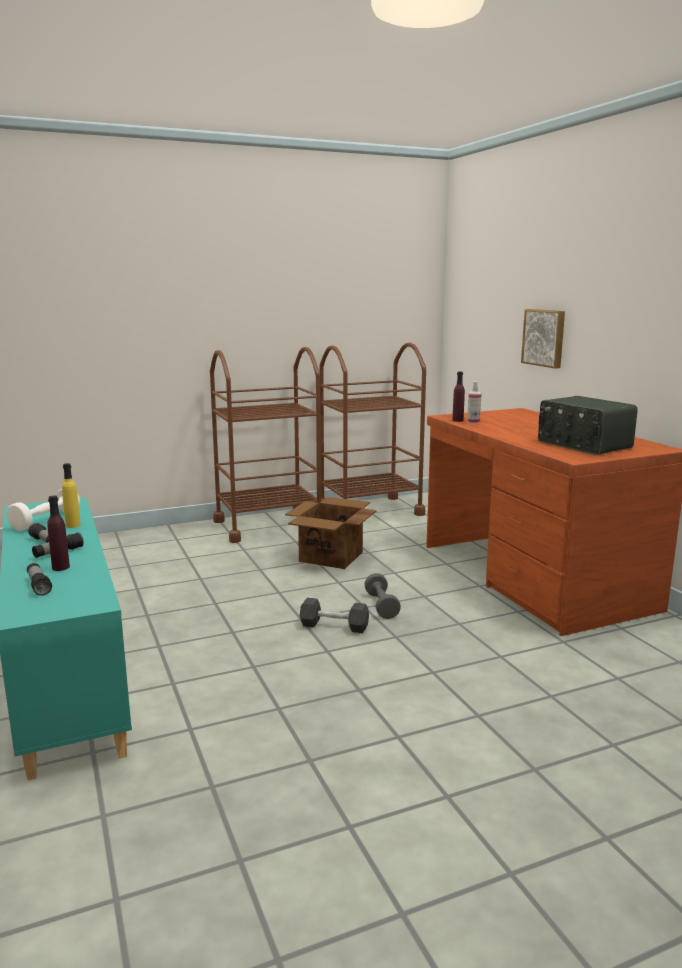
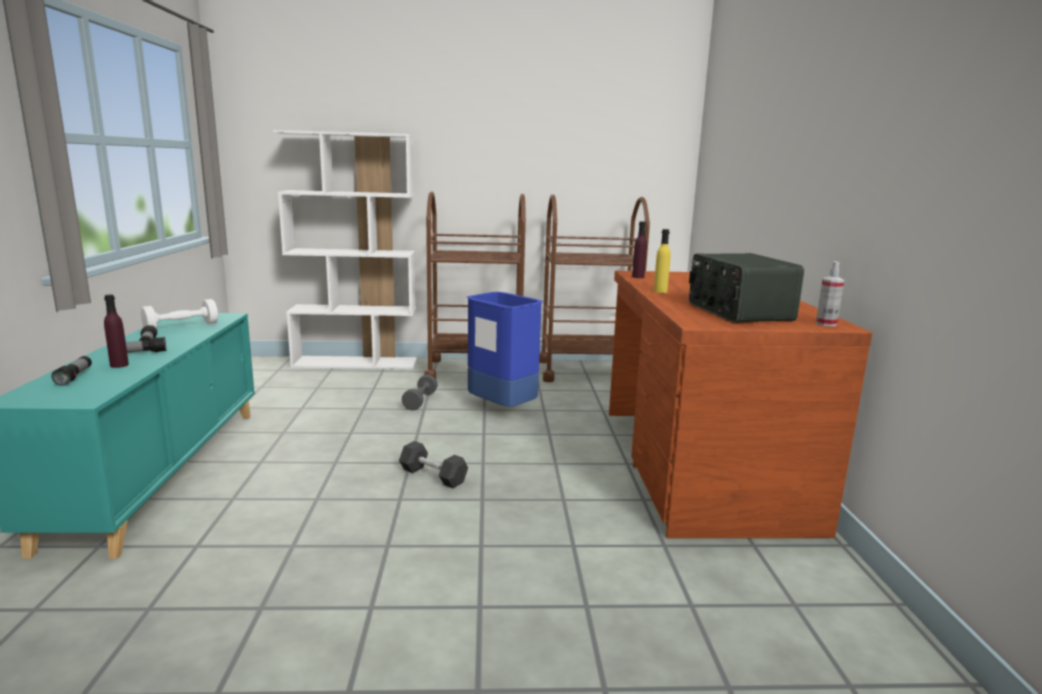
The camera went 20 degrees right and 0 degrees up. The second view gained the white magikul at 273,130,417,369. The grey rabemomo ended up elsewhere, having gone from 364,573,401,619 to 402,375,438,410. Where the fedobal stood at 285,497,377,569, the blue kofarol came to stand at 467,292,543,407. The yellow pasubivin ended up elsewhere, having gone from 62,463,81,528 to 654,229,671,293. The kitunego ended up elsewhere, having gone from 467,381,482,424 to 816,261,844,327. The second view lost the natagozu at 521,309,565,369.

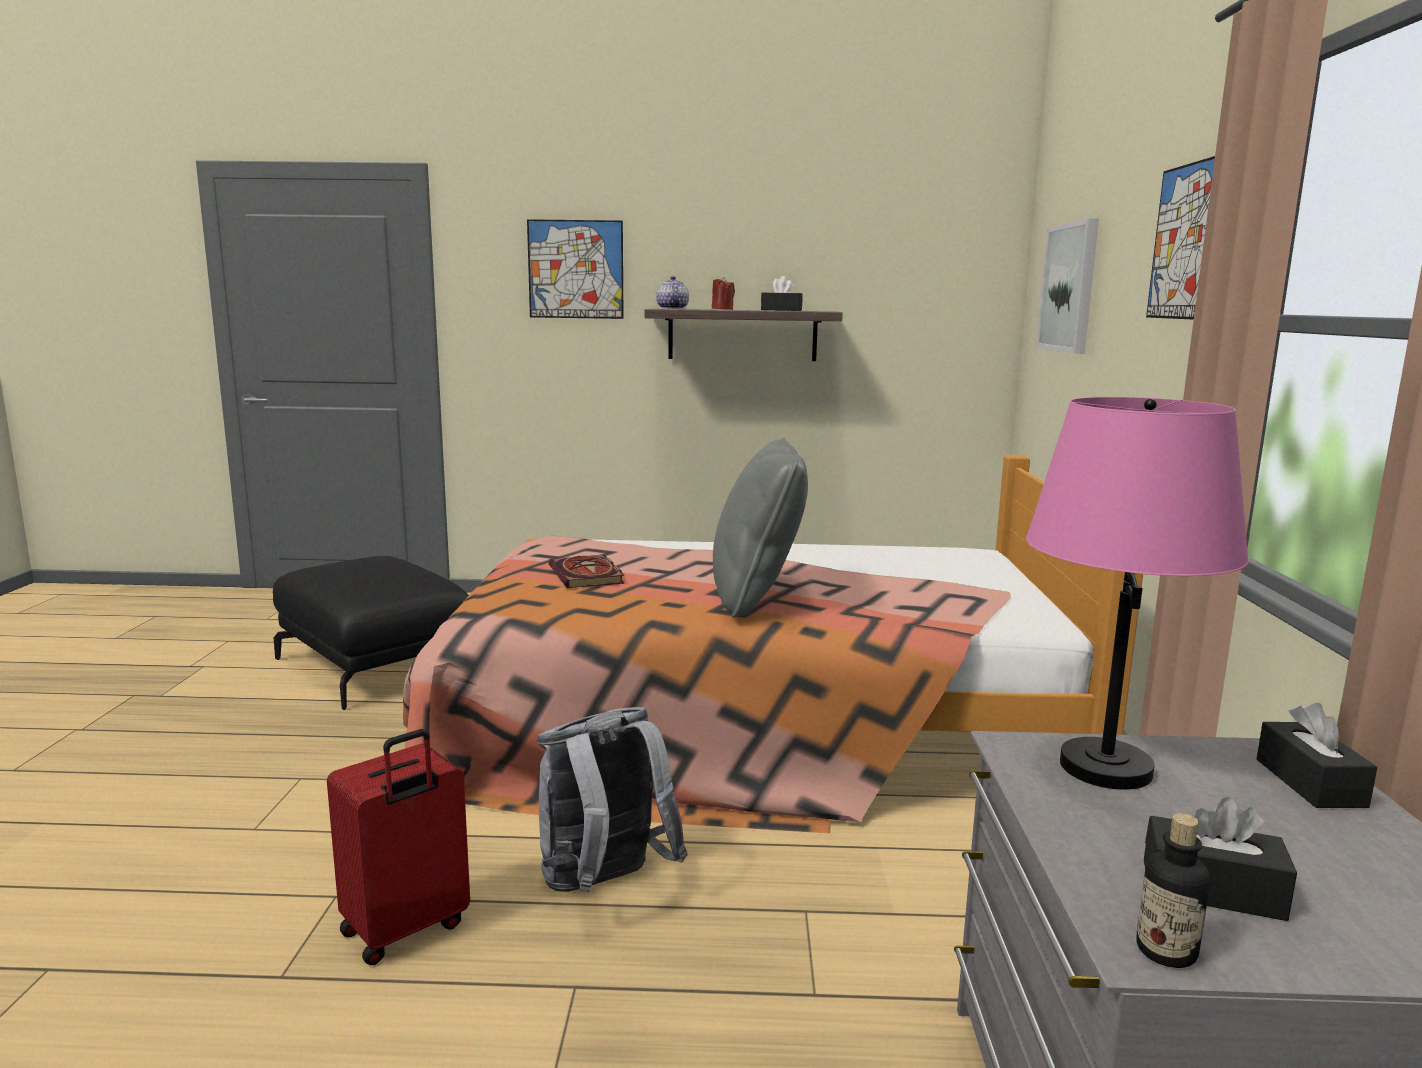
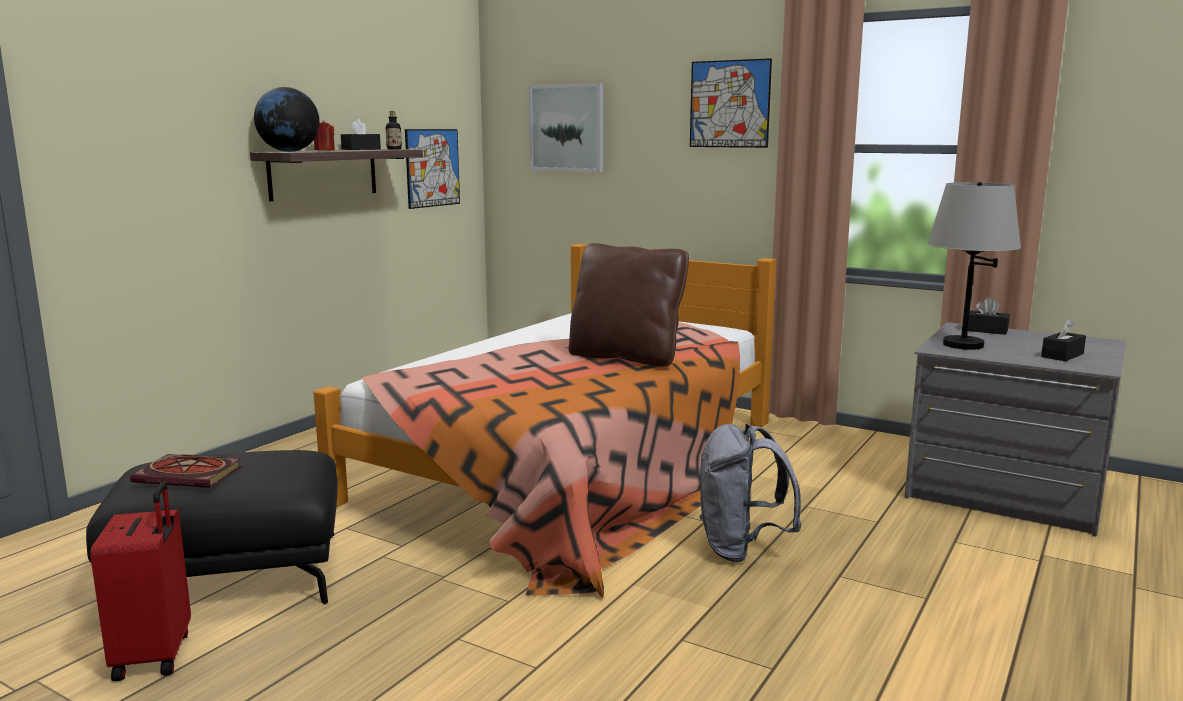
The camera went 60 degrees left and 0 degrees up. The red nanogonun ended up elsewhere, having gone from 327,729,470,965 to 90,482,191,682. The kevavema ended up elsewhere, having gone from 549,555,624,588 to 130,454,242,488. Where the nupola stood at 657,276,689,309, the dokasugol came to stand at 254,87,320,152. The pasubivin ended up elsewhere, having gone from 1136,813,1210,968 to 386,111,402,150. The natagozu ended up elsewhere, having gone from 527,219,624,319 to 405,129,460,209. What was the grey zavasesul at 713,438,808,618 turned into the brown zavasesul at 569,243,689,367. What was the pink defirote at 1026,397,1249,790 turned into the grey defirote at 928,182,1021,350.

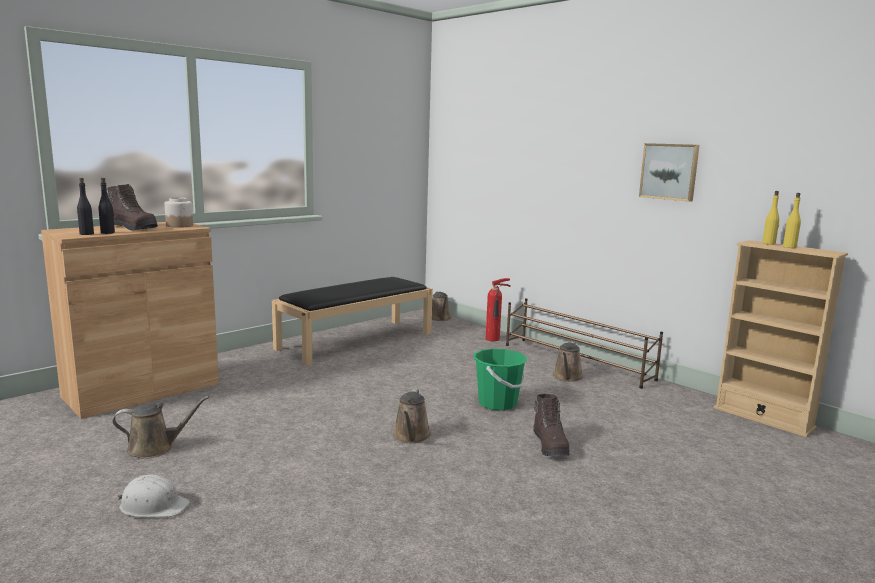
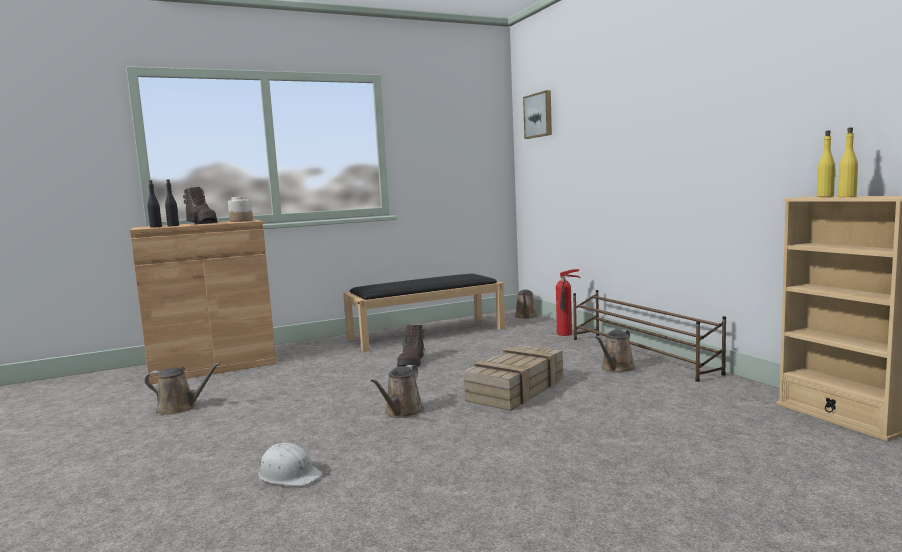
The camera went 20 degrees right and 5 degrees down. The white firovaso ended up elsewhere, having gone from 118,475,190,517 to 258,443,323,486. The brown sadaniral ended up elsewhere, having gone from 533,394,570,456 to 397,325,426,367. Where the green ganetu stood at 474,349,527,411, the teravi came to stand at 464,345,563,411. The natagozu ended up elsewhere, having gone from 639,143,700,202 to 523,90,552,139.

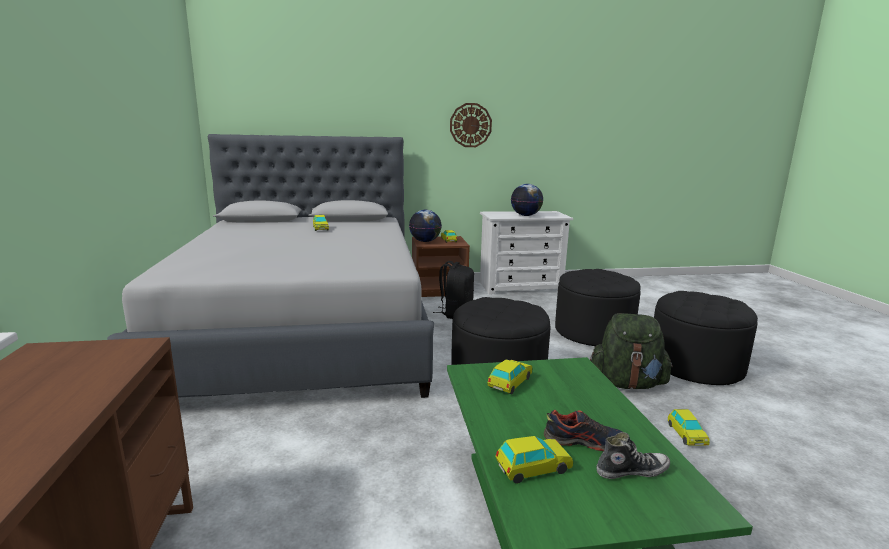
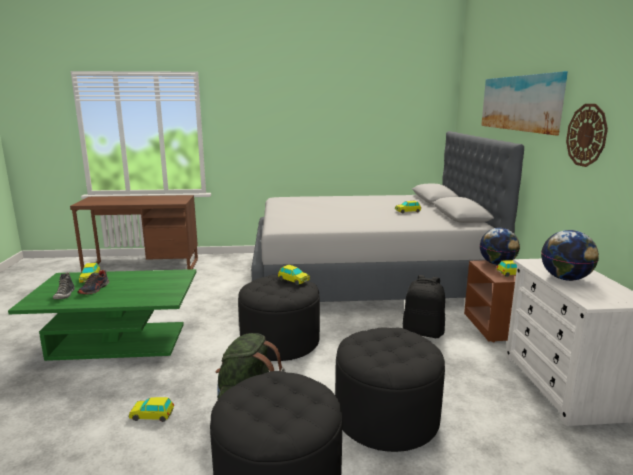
The camera went 95 degrees right and 0 degrees up. The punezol ended up elsewhere, having gone from 487,359,532,394 to 278,265,310,285. The second view gained the natagozu at 481,71,568,135.

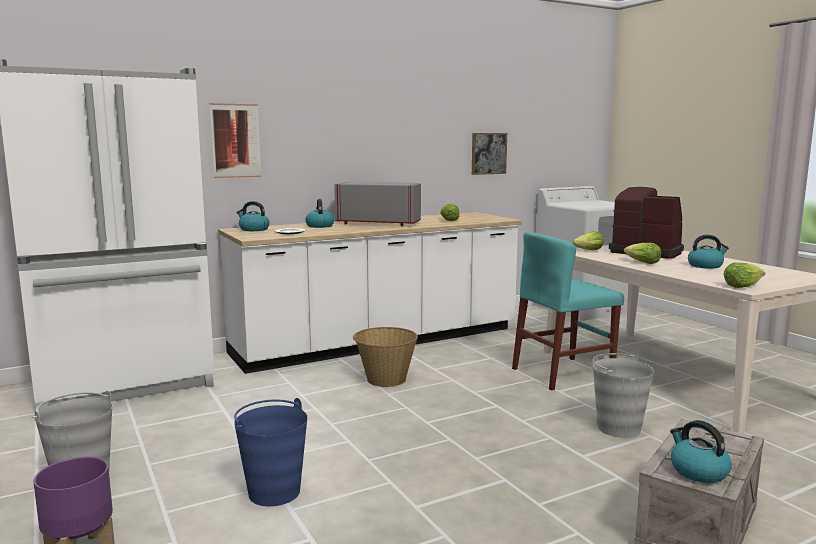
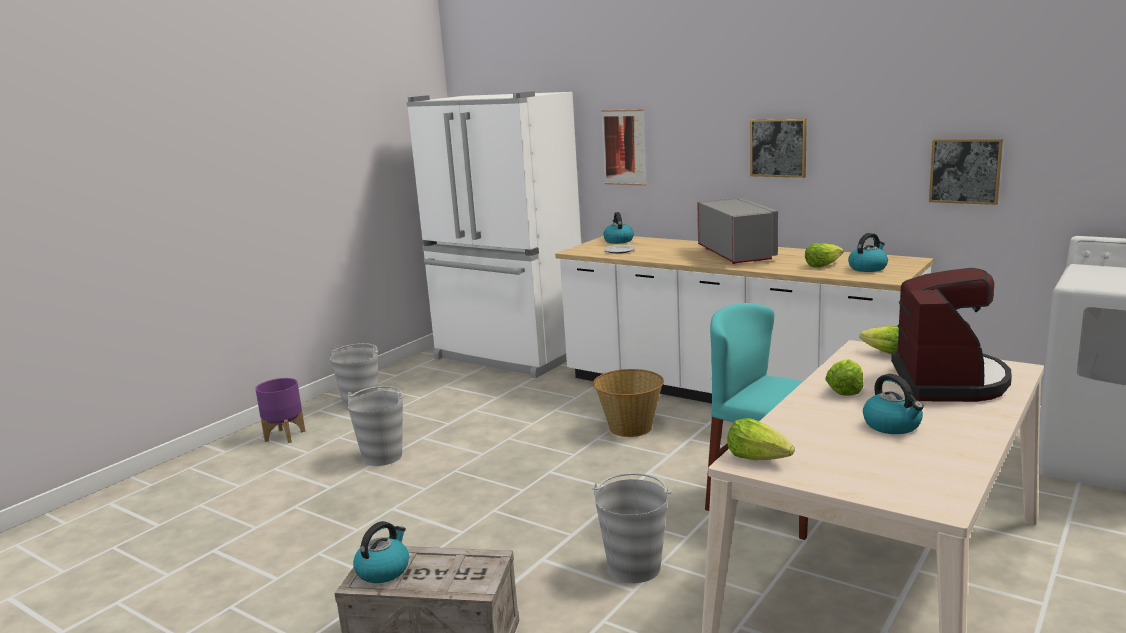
The camera went 65 degrees right and 5 degrees up. What was the blue ganetu at 234,398,307,506 turned into the grey ganetu at 347,386,404,466. The second view gained the natagozu at 750,118,807,178. The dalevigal ended up elsewhere, having gone from 305,199,334,228 to 848,233,888,272.

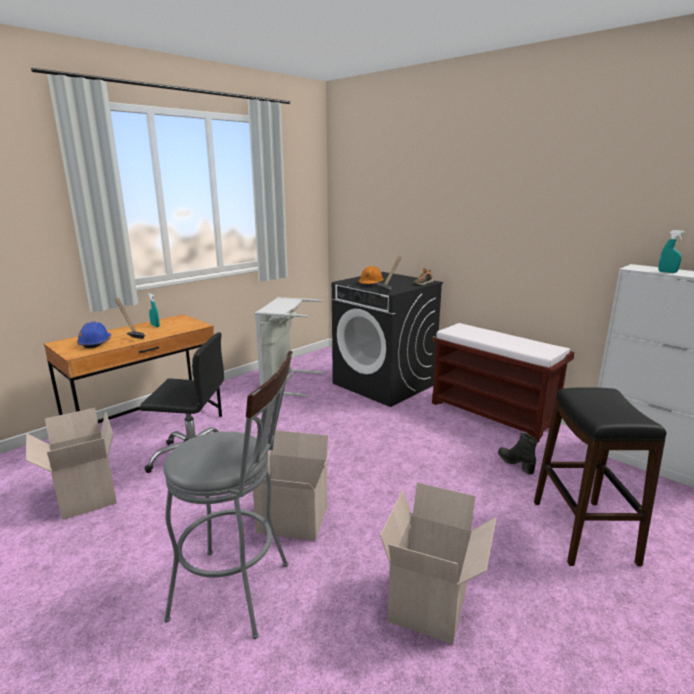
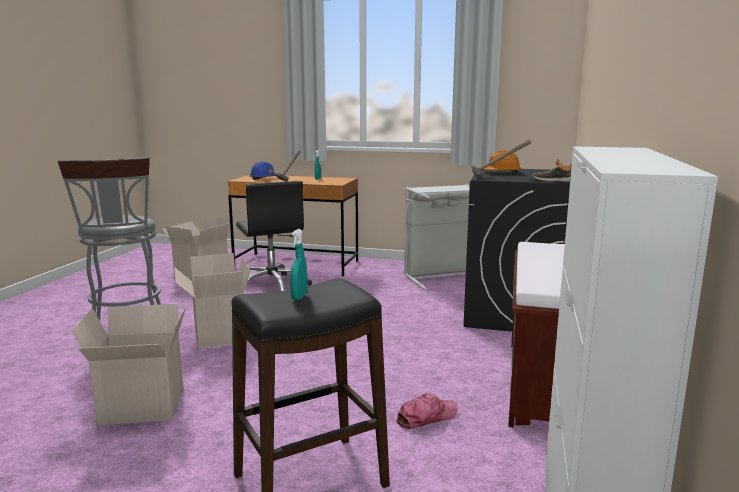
The camera went 60 degrees right and 5 degrees down. The turquoise kitunego ended up elsewhere, having gone from 658,230,685,273 to 290,229,307,300. Where the black sadaniral stood at 498,433,537,475, the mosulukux came to stand at 396,393,458,429.

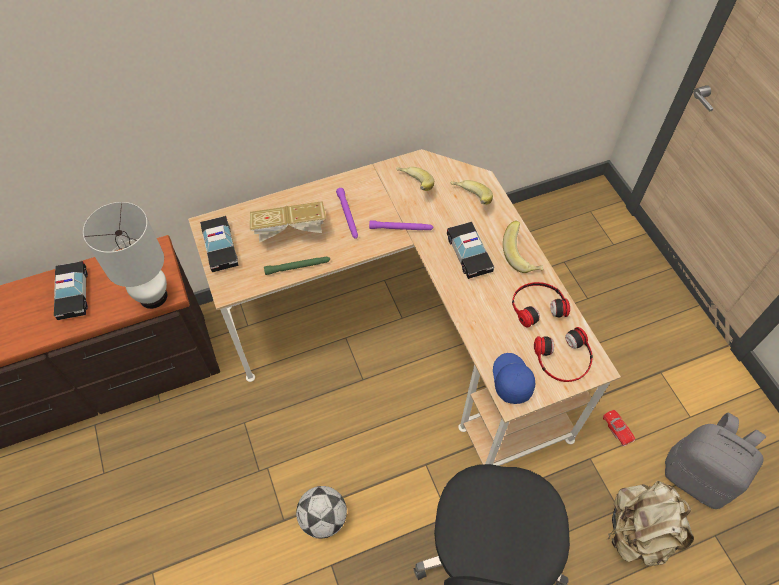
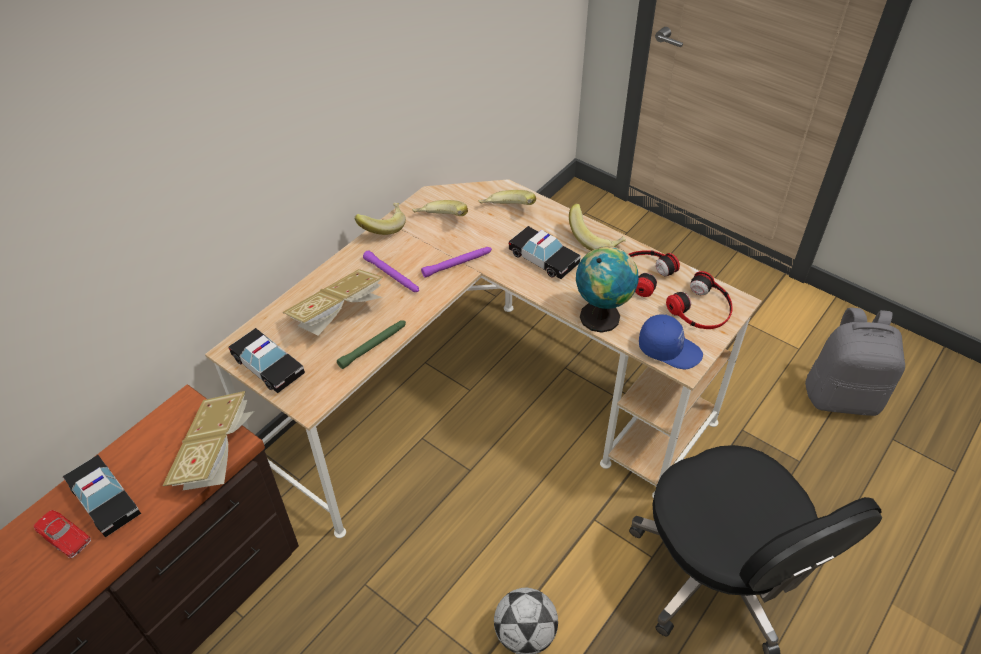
The camera went 30 degrees left and 10 degrees down. The red punezol ended up elsewhere, having gone from 603,410,635,446 to 34,510,91,558. Where the white defirote stood at 83,202,167,309, the kevavema came to stand at 162,391,254,490. The second view gained the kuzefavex at 354,203,406,235. The second view gained the dokasugol at 576,246,638,333. The blue mosulukux at 493,353,535,404 ended up facing another way, 150 degrees clockwise from before. The second view lost the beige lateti at 606,481,694,566.

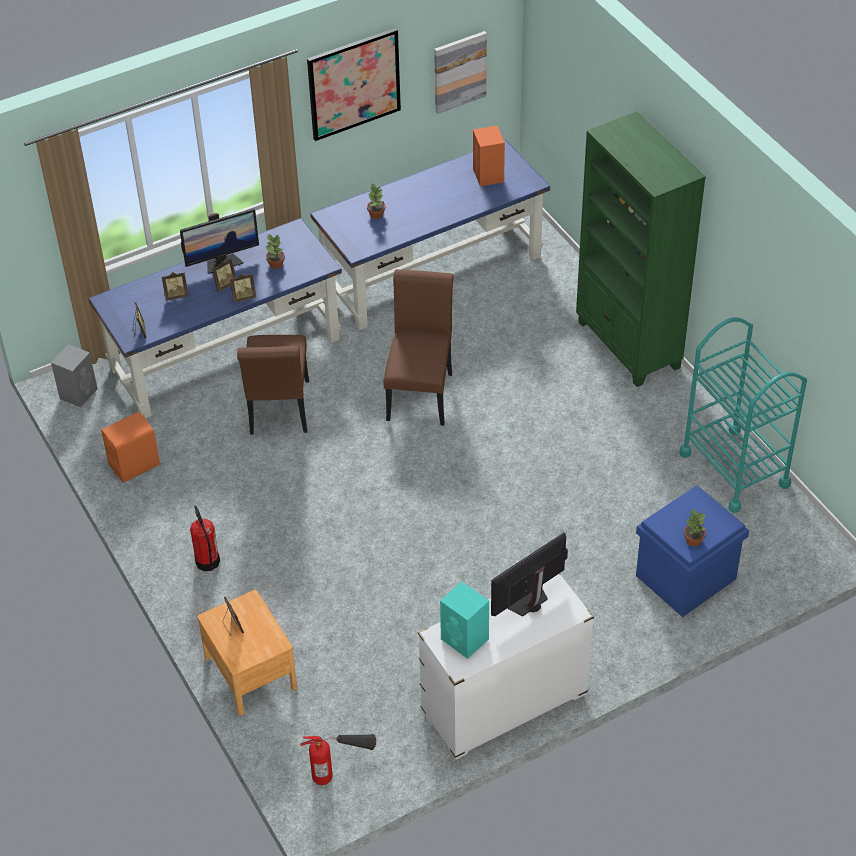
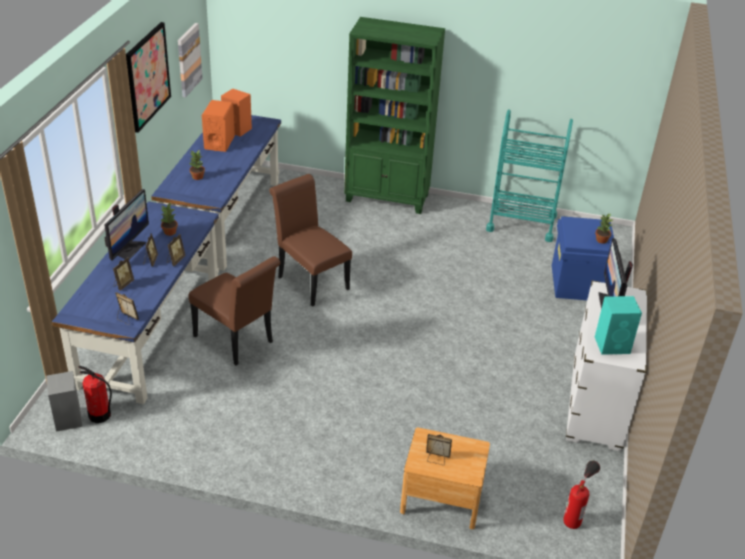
The camera went 50 degrees left and 10 degrees down. The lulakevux ended up elsewhere, having gone from 190,505,220,571 to 78,366,112,423. The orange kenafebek ended up elsewhere, having gone from 101,412,160,483 to 202,100,235,152.

